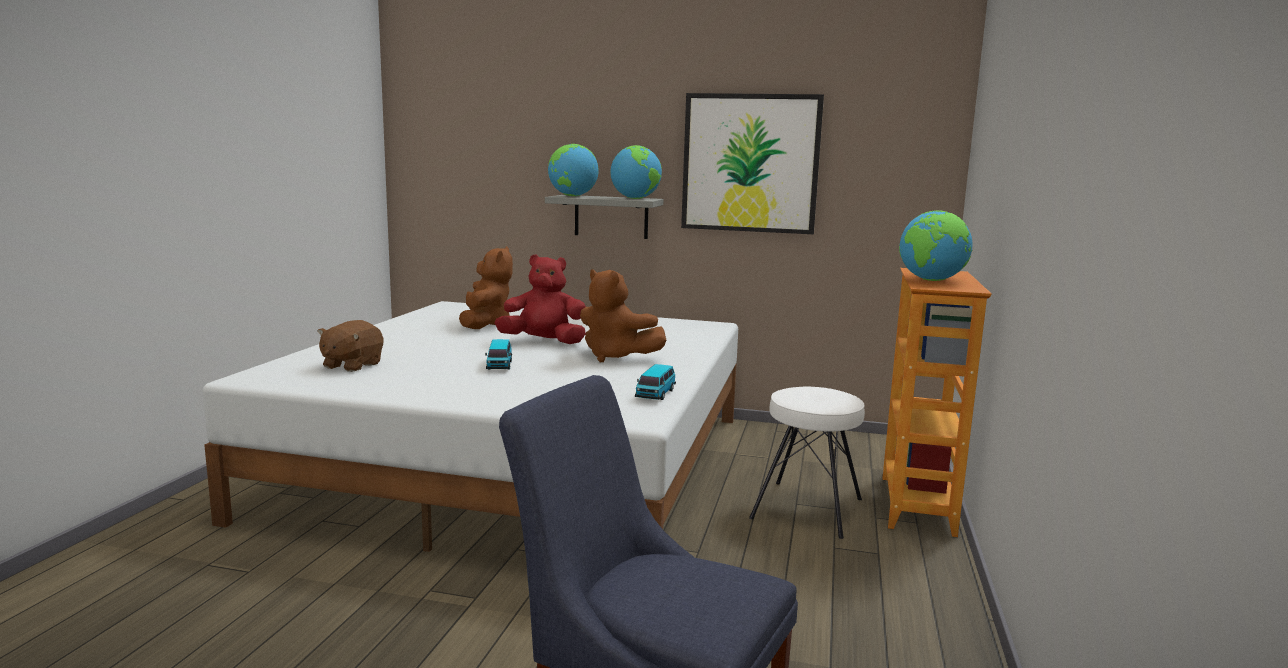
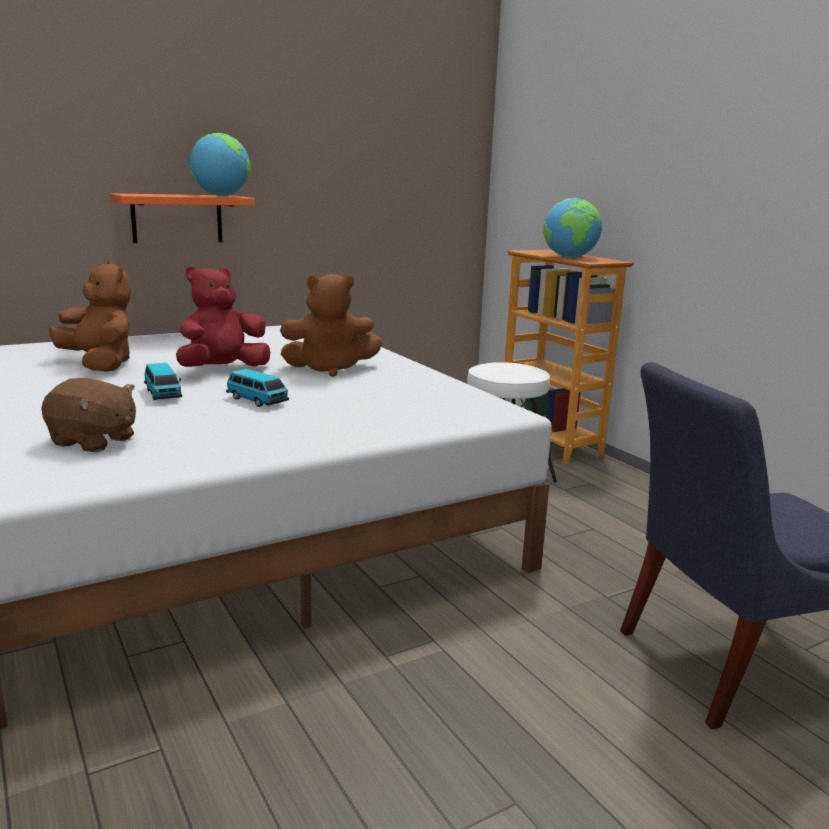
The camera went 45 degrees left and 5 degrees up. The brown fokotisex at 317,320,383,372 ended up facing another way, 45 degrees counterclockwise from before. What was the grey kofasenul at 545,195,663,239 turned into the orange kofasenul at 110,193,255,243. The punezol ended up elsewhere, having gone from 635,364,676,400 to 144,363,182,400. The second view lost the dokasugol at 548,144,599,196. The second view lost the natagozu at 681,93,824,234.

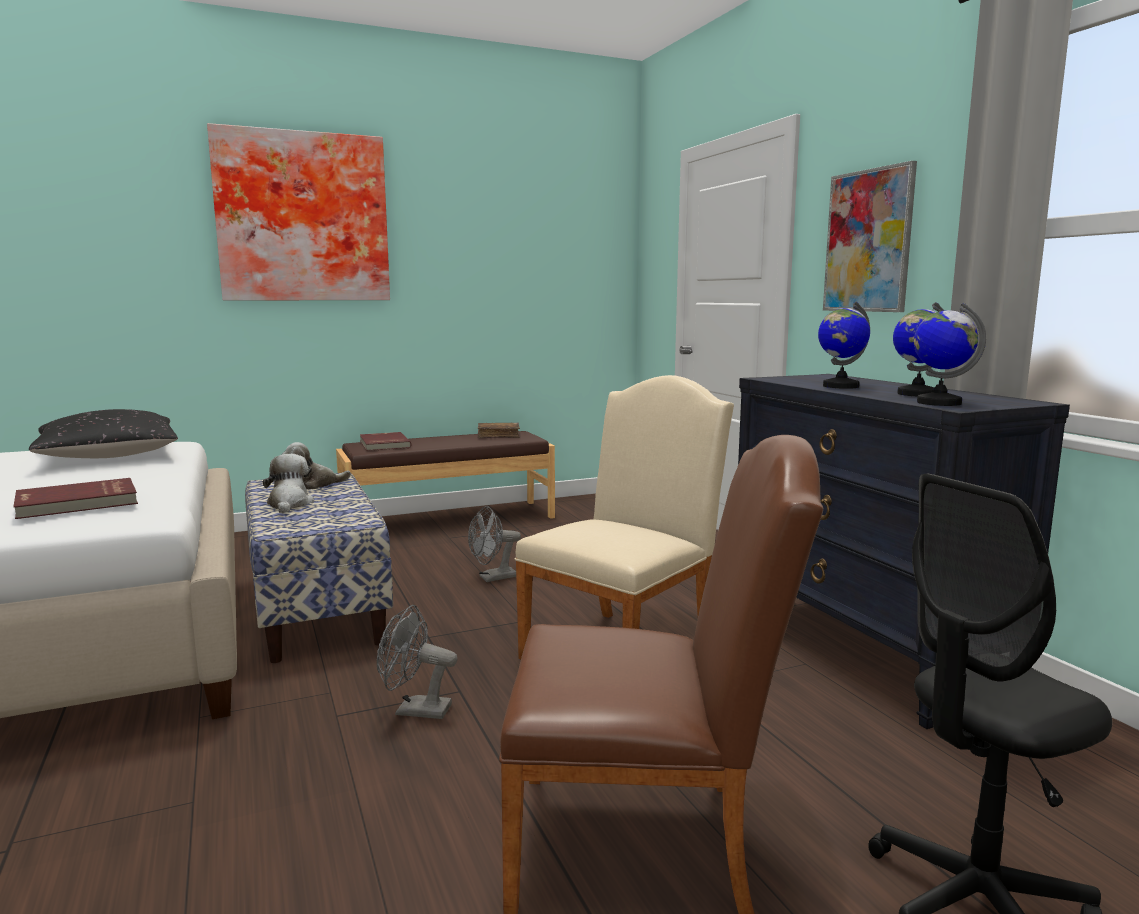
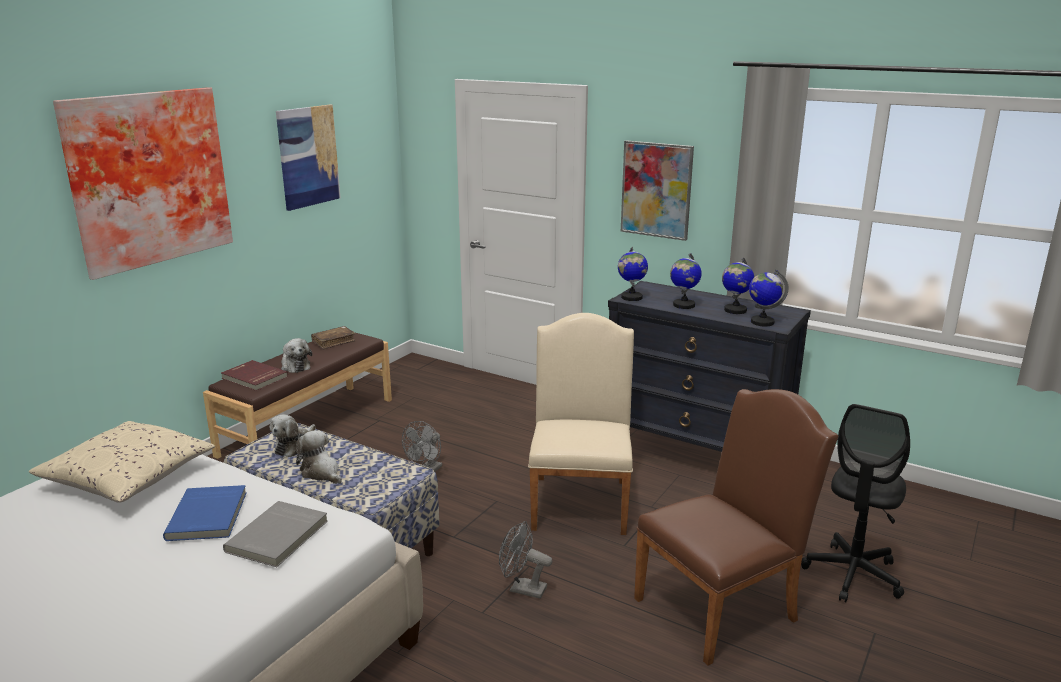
The camera went 35 degrees left and 10 degrees up. What was the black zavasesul at 29,409,178,458 turned into the beige zavasesul at 29,421,215,503. The second view gained the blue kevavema at 163,485,246,541. What was the red kevavema at 13,478,138,519 turned into the grey kevavema at 223,501,328,567. The second view gained the natagozu at 276,105,341,211. The second view gained the fokotisex at 281,338,312,373. The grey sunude at 377,605,458,719 ended up facing another way, 45 degrees clockwise from before. The second view gained the dokasugol at 618,246,648,301.

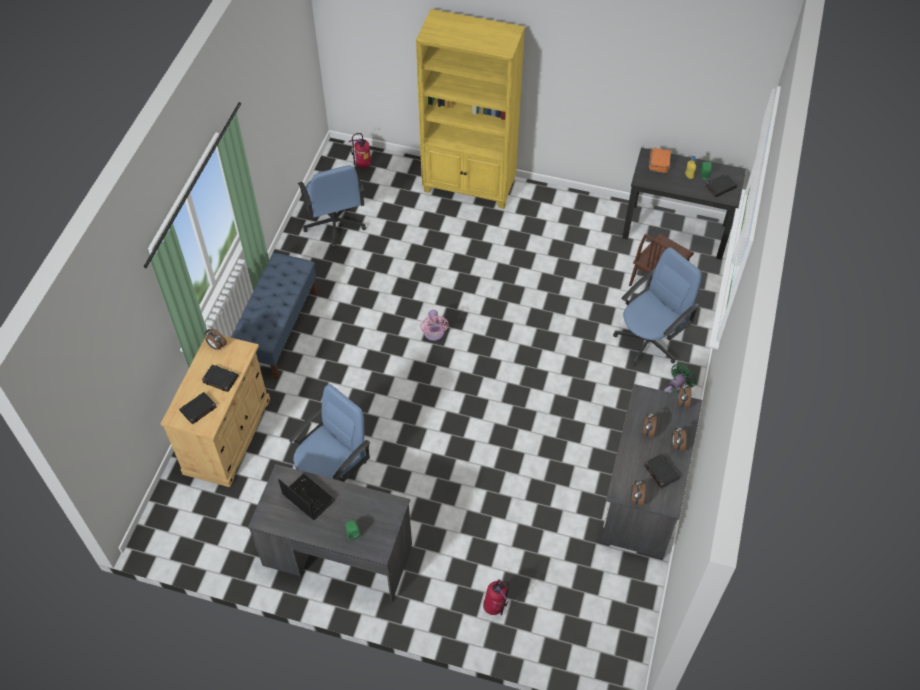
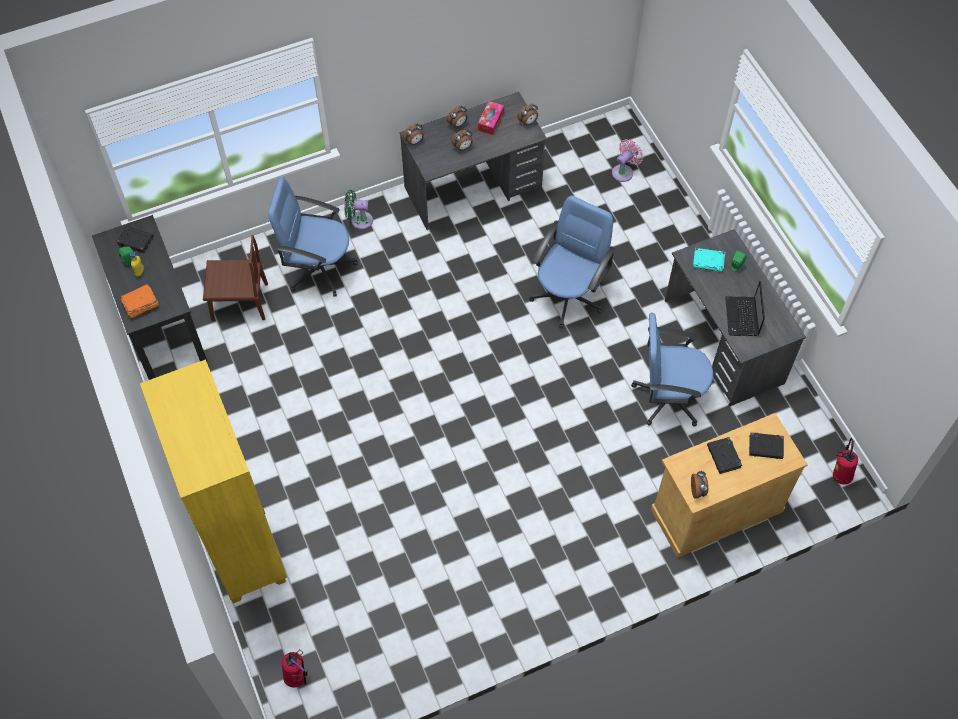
The camera went 130 degrees left and 5 degrees up. Where the black kevavema stood at 644,454,680,489, the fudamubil came to stand at 478,101,504,135. The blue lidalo ended up elsewhere, having gone from 298,165,366,247 to 529,196,616,329. The pink sunude ended up elsewhere, having gone from 420,310,449,341 to 612,139,643,182. The second view gained the turquoise kevavema at 693,248,725,272. The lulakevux ended up elsewhere, having gone from 483,580,509,615 to 833,438,858,484. The second view lost the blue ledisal at 231,253,318,380.

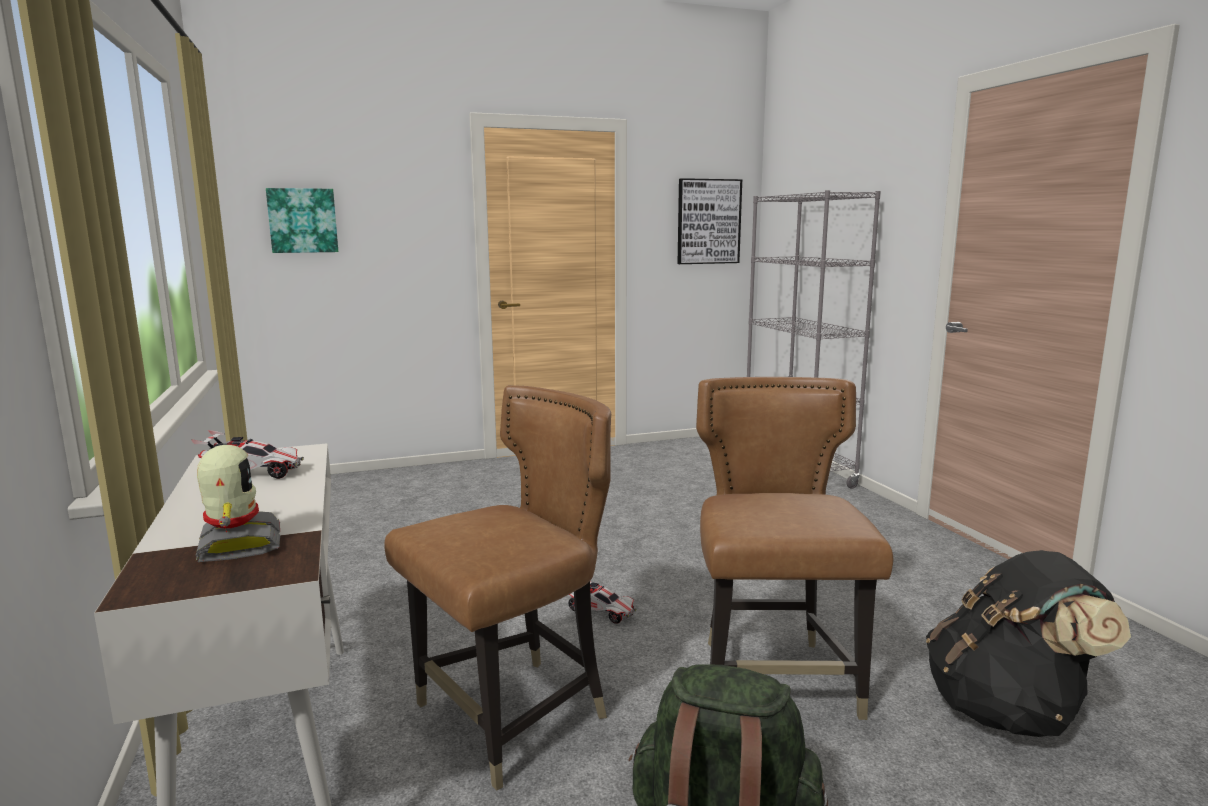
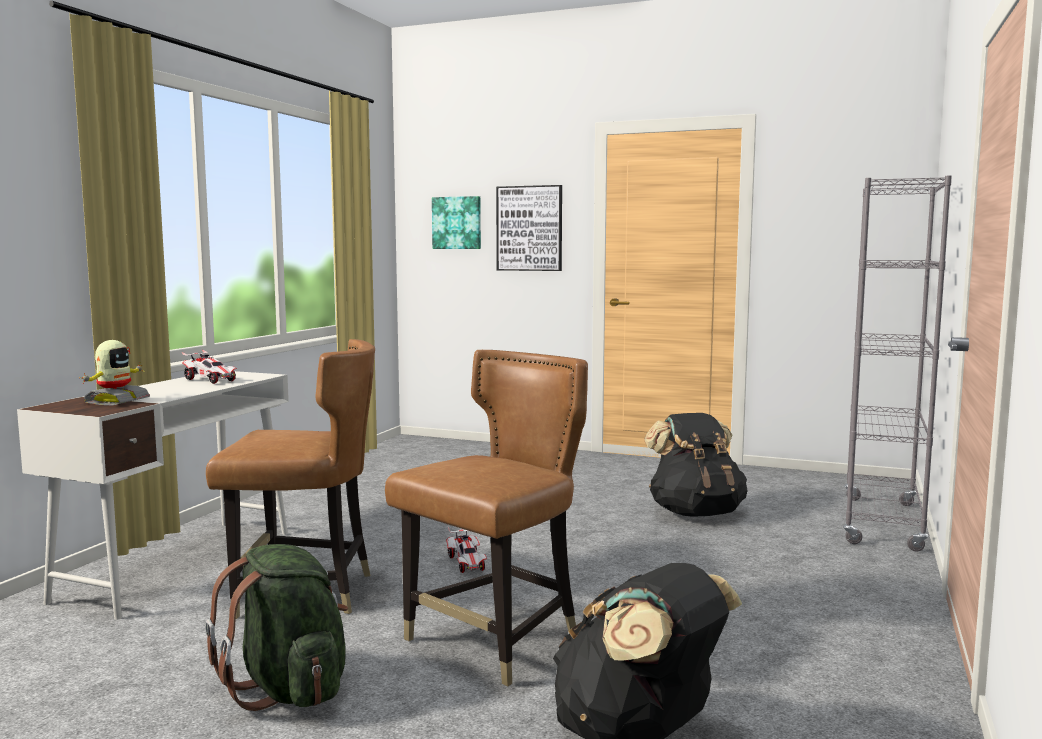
The camera went 40 degrees right and 5 degrees down. The natagozu ended up elsewhere, having gone from 678,178,742,264 to 496,185,562,271. The second view gained the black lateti at 644,413,748,517.

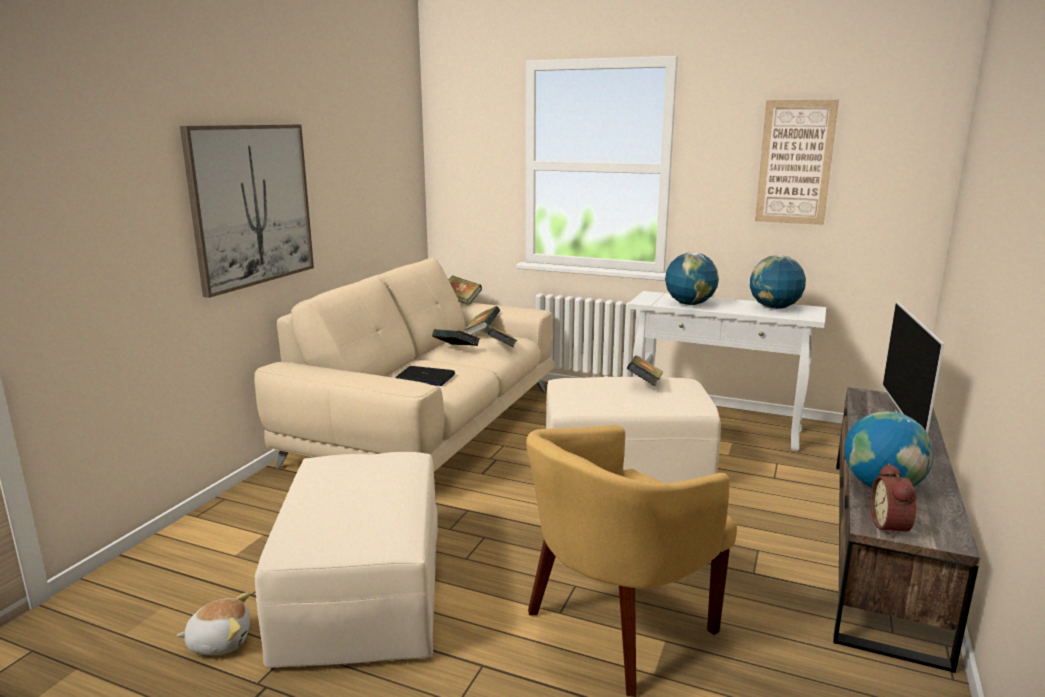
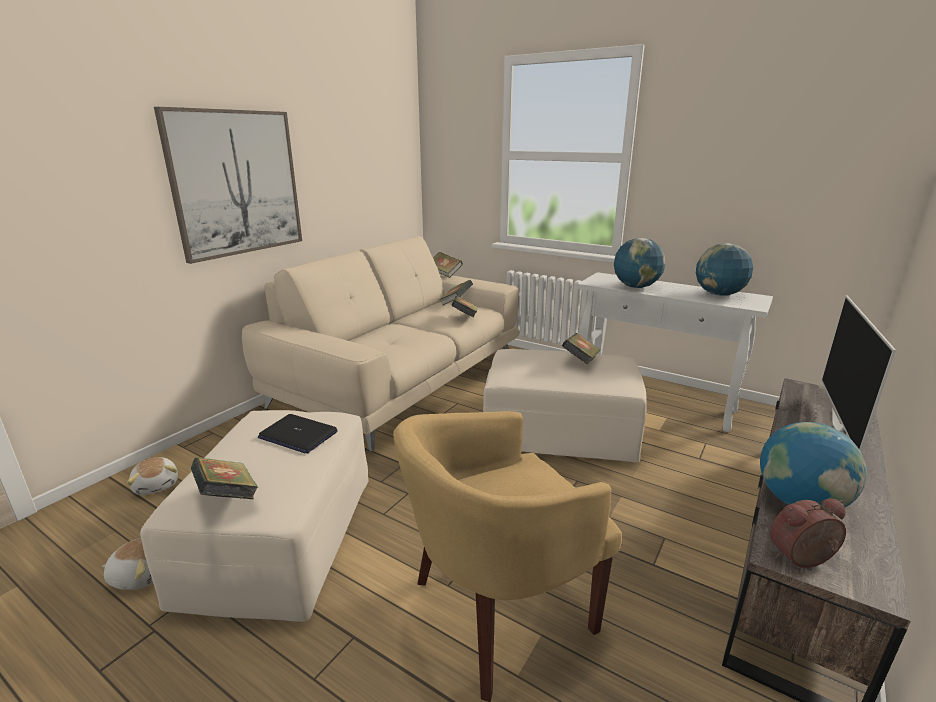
The camera went 10 degrees right and 5 degrees up. The second view gained the fokotisex at 127,457,178,495. The kevavema ended up elsewhere, having gone from 432,329,480,346 to 191,457,258,499. The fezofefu ended up elsewhere, having gone from 395,366,455,386 to 258,414,338,453. The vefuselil at 871,463,916,538 ended up facing another way, 60 degrees clockwise from before. The second view lost the natagozu at 755,100,839,225.

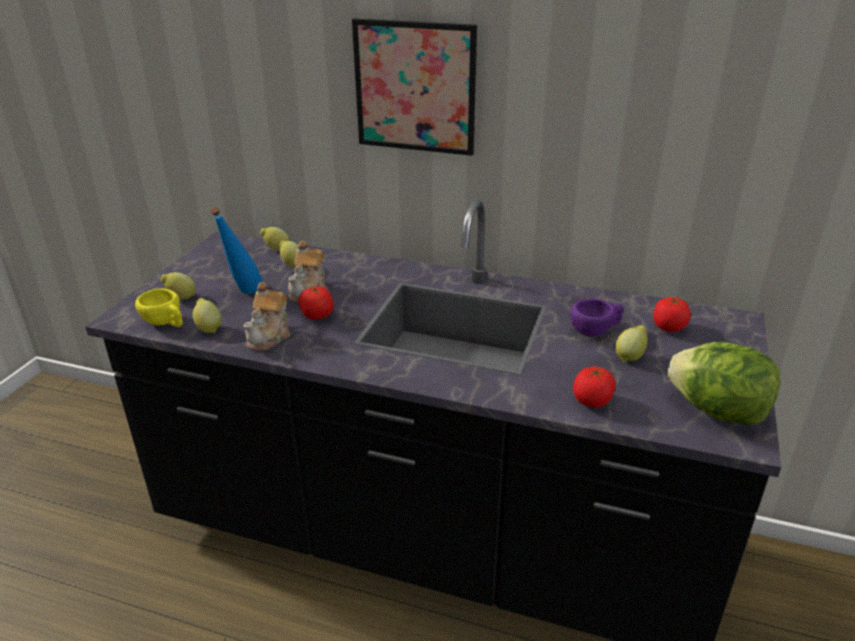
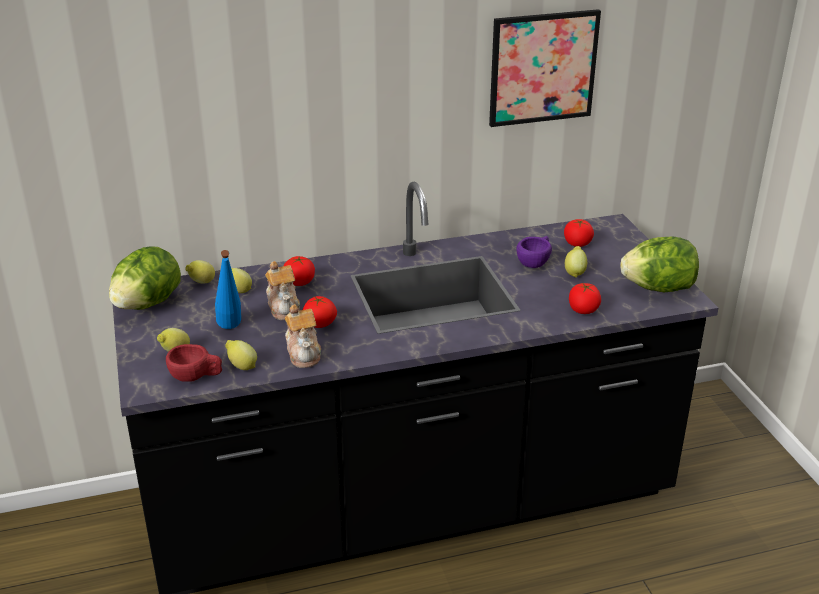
The camera went 35 degrees left and 0 degrees up. The second view gained the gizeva at 109,246,181,310. What was the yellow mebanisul at 135,288,183,327 turned into the red mebanisul at 166,344,222,382. The second view gained the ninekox at 284,256,315,286. The natagozu ended up elsewhere, having gone from 352,18,477,156 to 489,9,601,127.

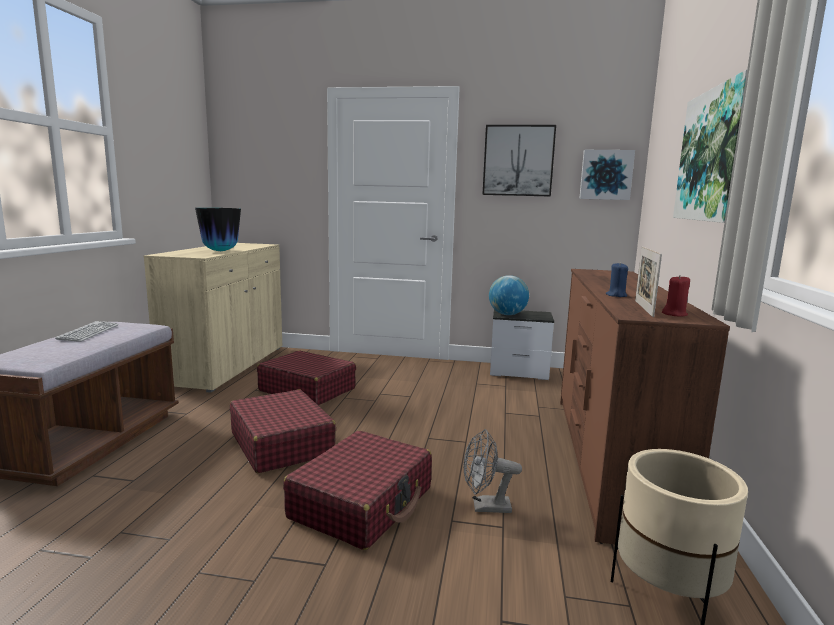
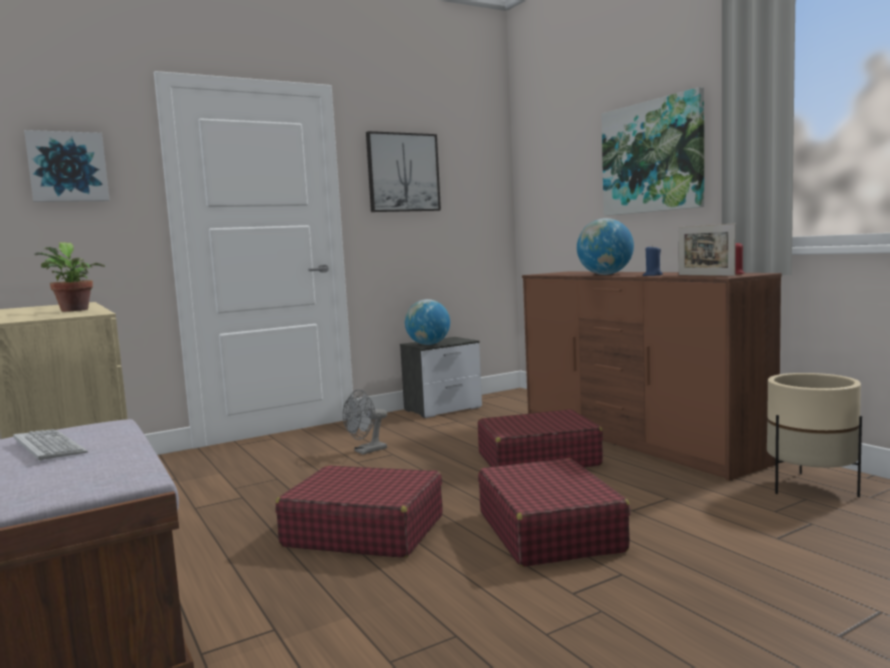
The camera went 40 degrees left and 5 degrees down. The natagozu ended up elsewhere, having gone from 579,150,635,200 to 24,130,109,202. Where the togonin stood at 195,208,241,251, the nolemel came to stand at 35,242,105,312. The grey sunude ended up elsewhere, having gone from 464,429,522,513 to 343,389,387,455. The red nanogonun ended up elsewhere, having gone from 257,351,356,405 to 478,409,603,467. The second view gained the dokasugol at 577,218,634,275.

